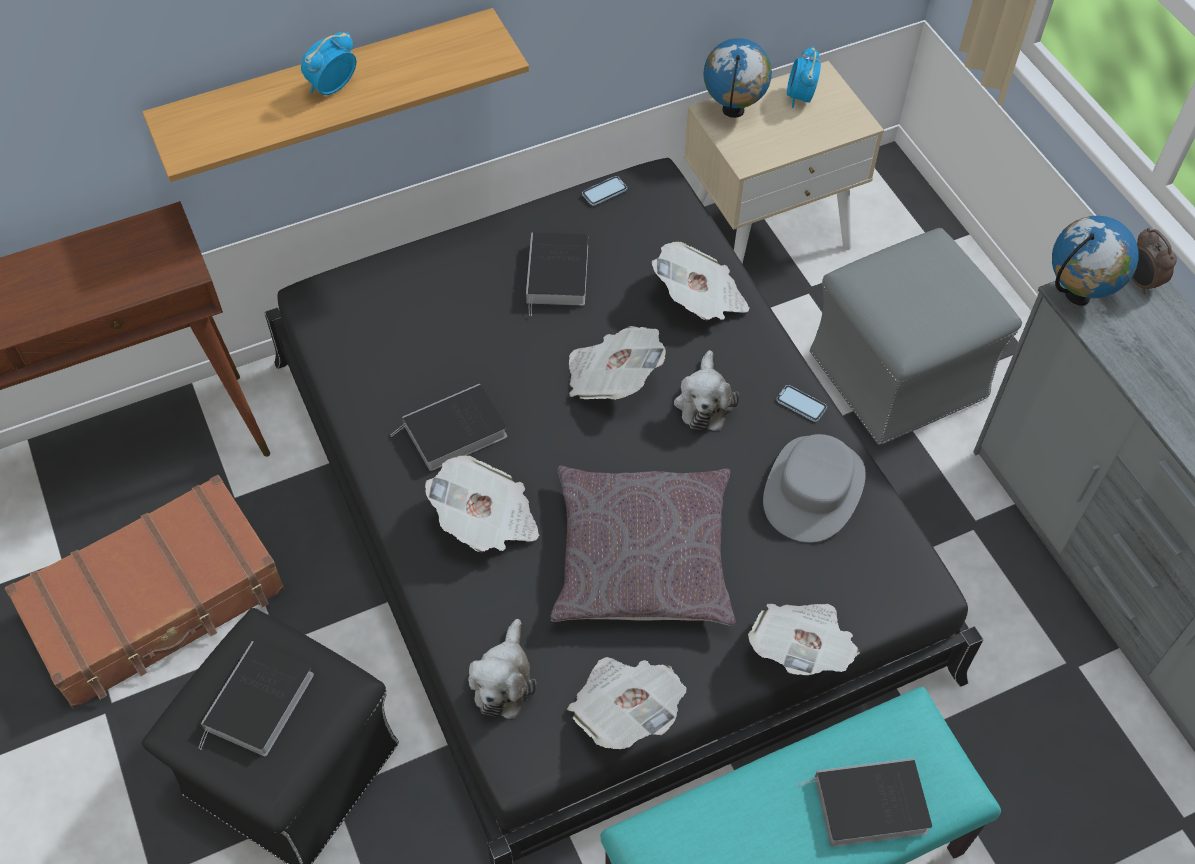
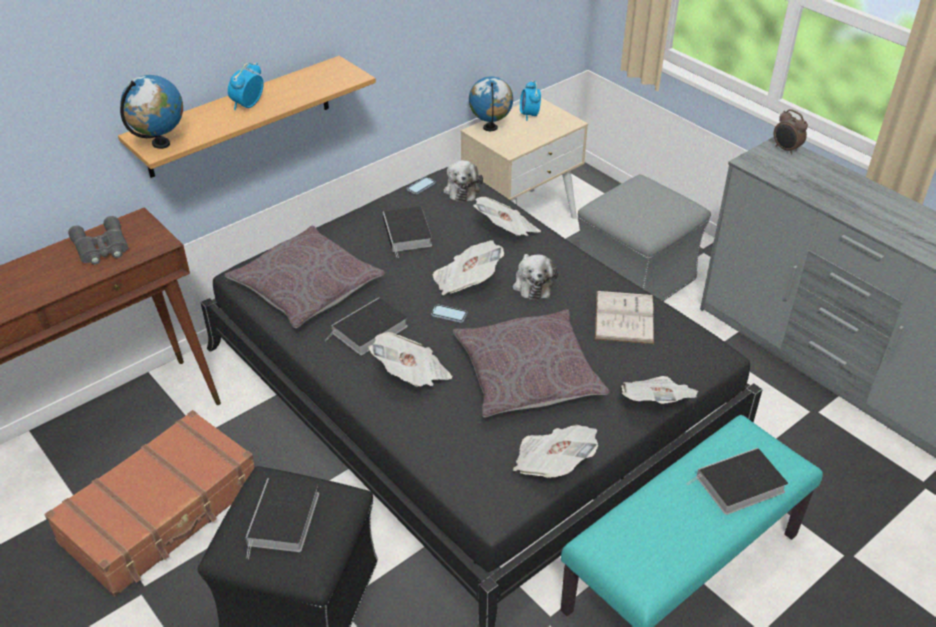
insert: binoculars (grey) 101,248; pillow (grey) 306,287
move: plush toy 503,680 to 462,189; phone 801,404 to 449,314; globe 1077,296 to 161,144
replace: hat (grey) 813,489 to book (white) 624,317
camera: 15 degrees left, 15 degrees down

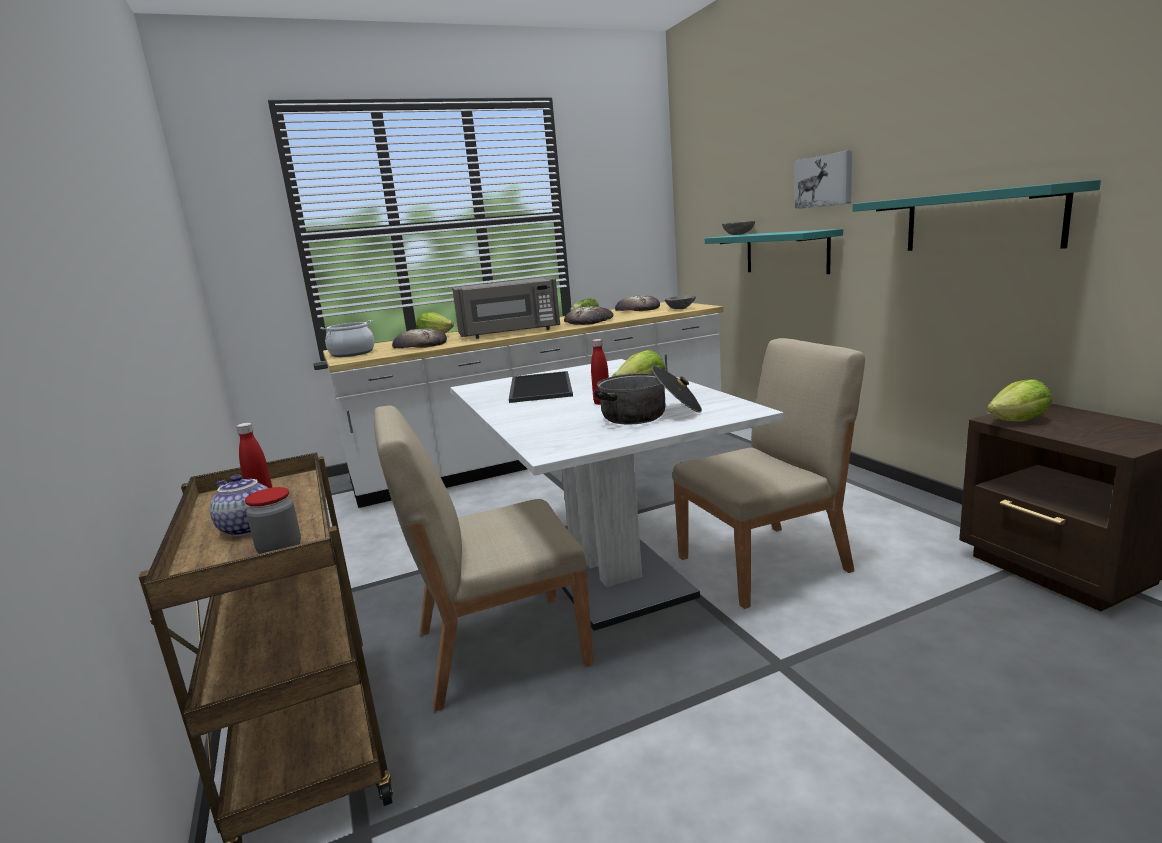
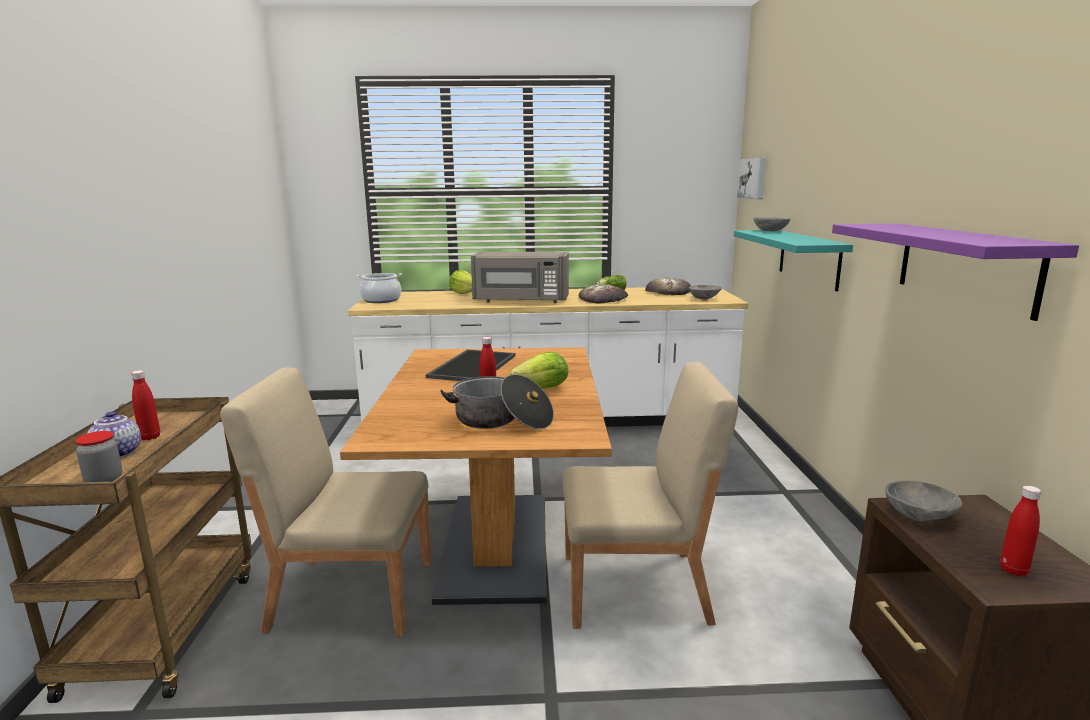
delete: bread 420,344
insert: bottle (red) 1013,570
move: picture 824,181 to 753,178
replace: lettuce 1019,421 to bowl (grey) 920,516
recolor: dining table (white) 604,566 to dining table (brown) 496,545; shelf (turquoise) 981,220 to shelf (purple) 965,266
camera: 20 degrees right, 0 degrees up

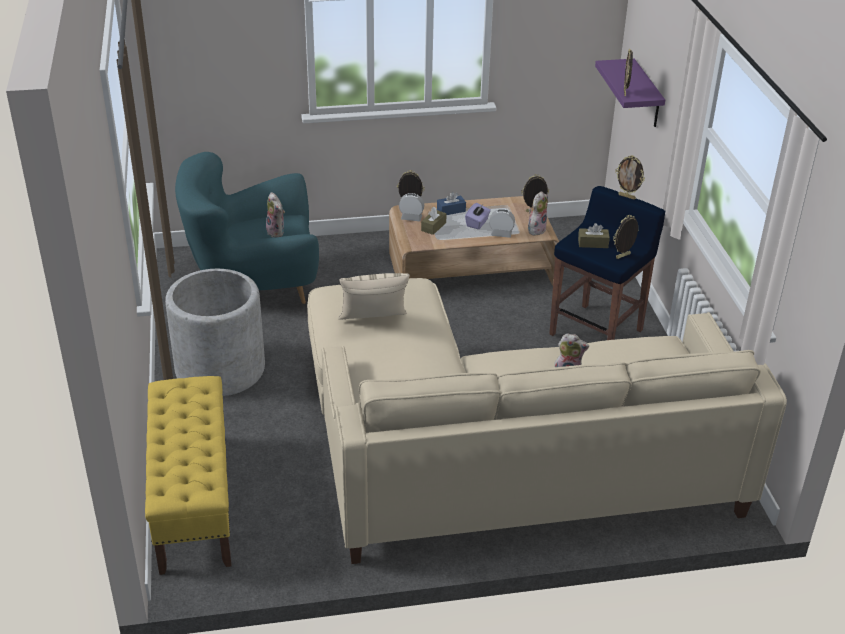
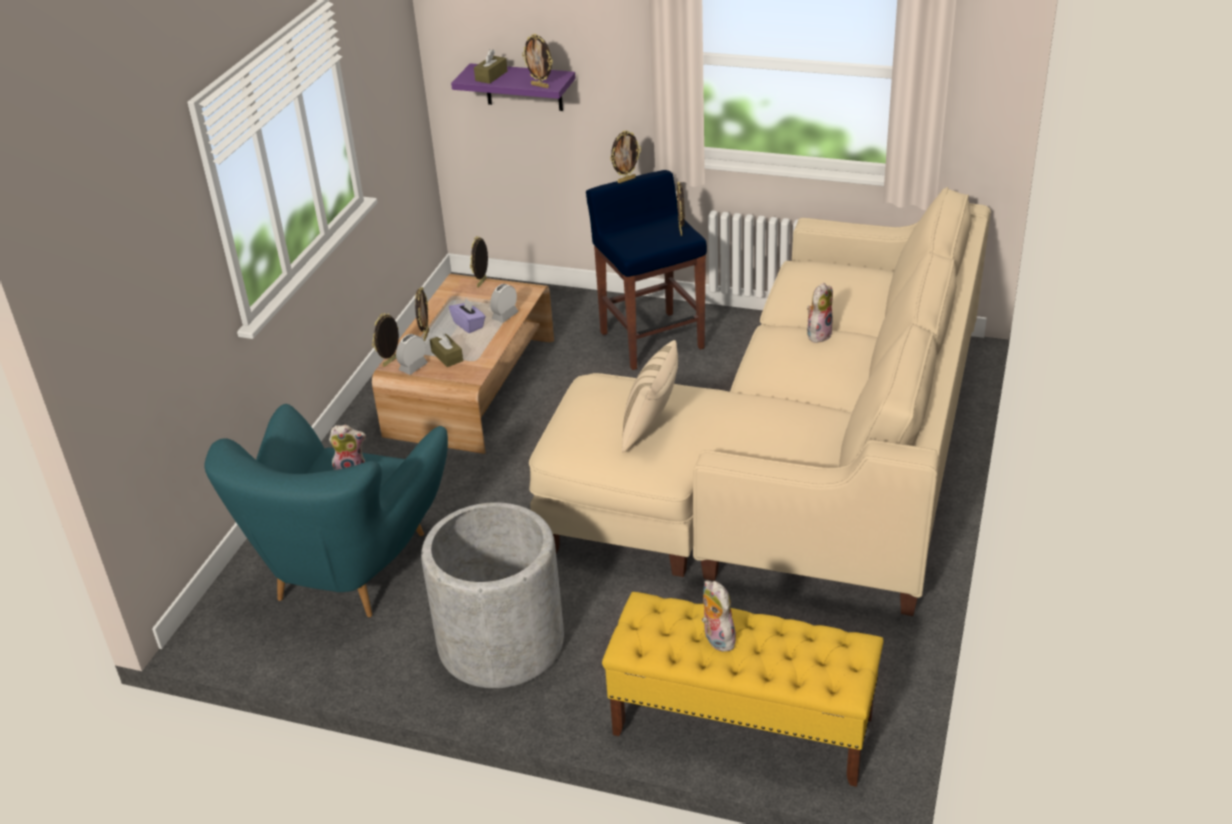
move: plush toy 536,229 to 716,639; tissue box (brown) 593,243 to 491,76
replace: tissue box (blue) 451,210 to picture frame 425,335
camera: 60 degrees left, 0 degrees up

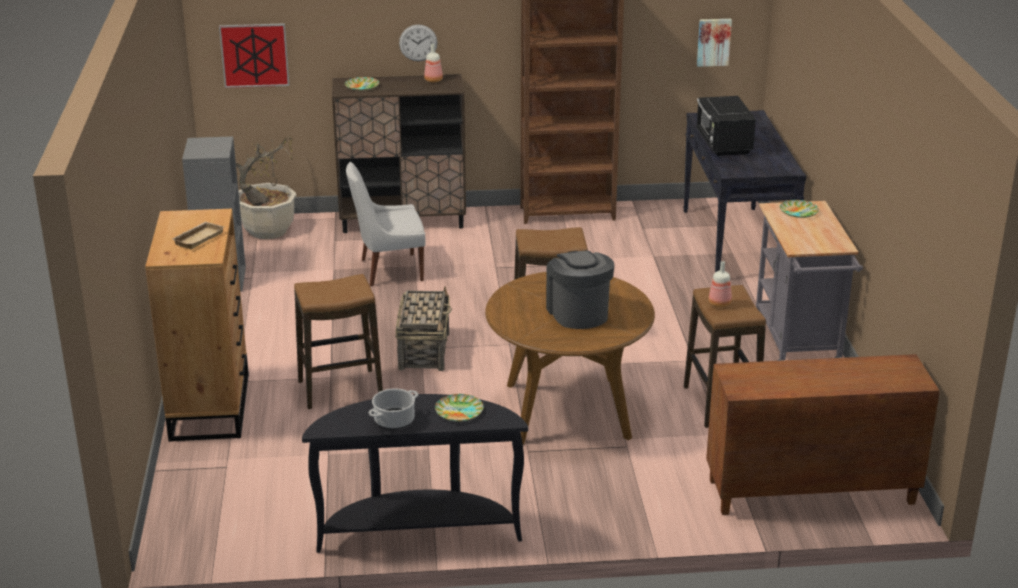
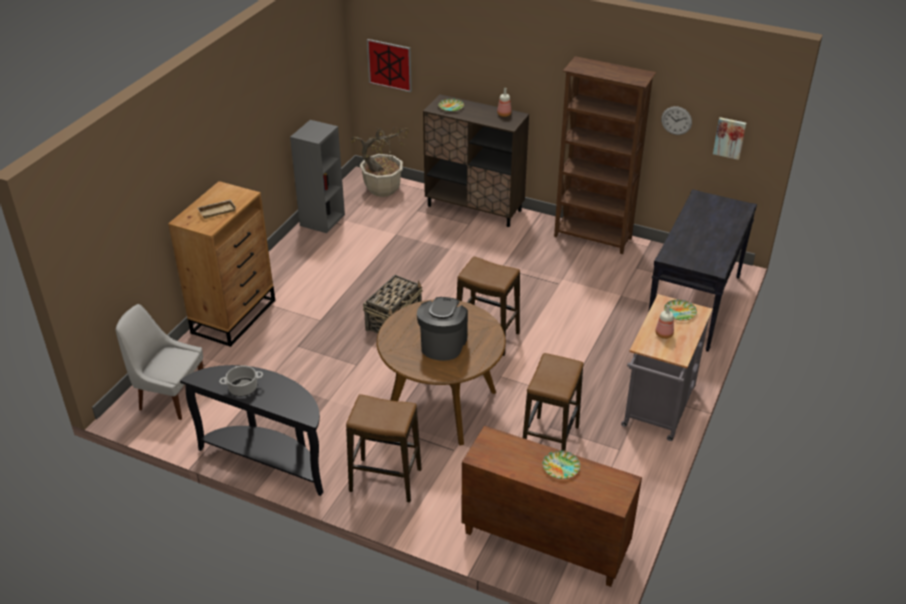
delete: microwave (black) 723,144
move: stool 340,389 to 385,480; chair (white) 388,270 to 170,396; wall clock 418,42 to 676,120; plate 459,411 to 561,466; bottle 720,303 to 664,334
camera: 30 degrees right, 10 degrees up

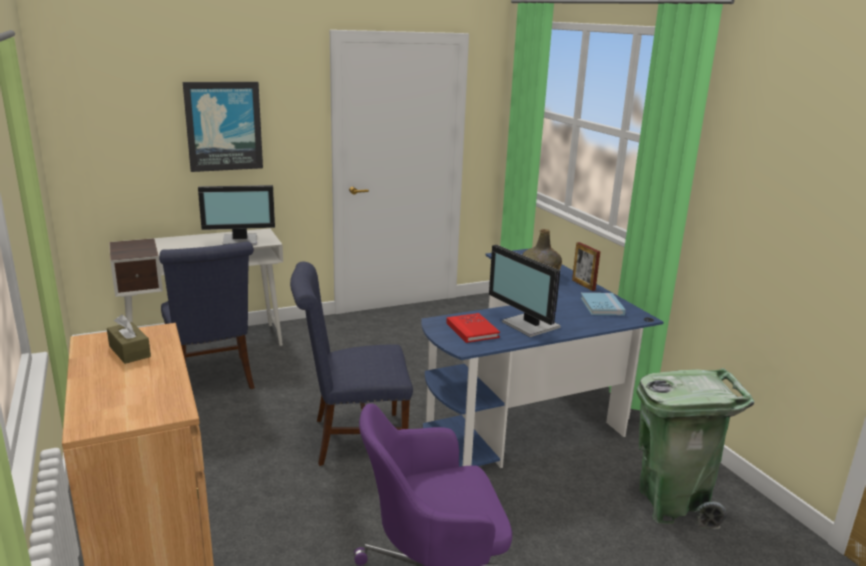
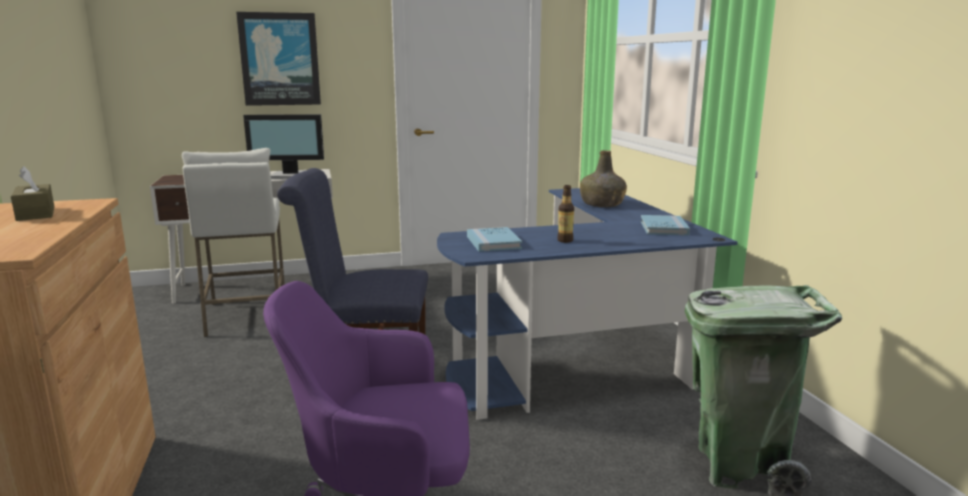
delete: picture frame 583,285
replace: chair (blue) 213,381 to stool (white) 246,316; monitor 529,325 to bottle 565,240
recolor: book (red) 472,330 to book (blue) 493,242
camera: 10 degrees right, 5 degrees down

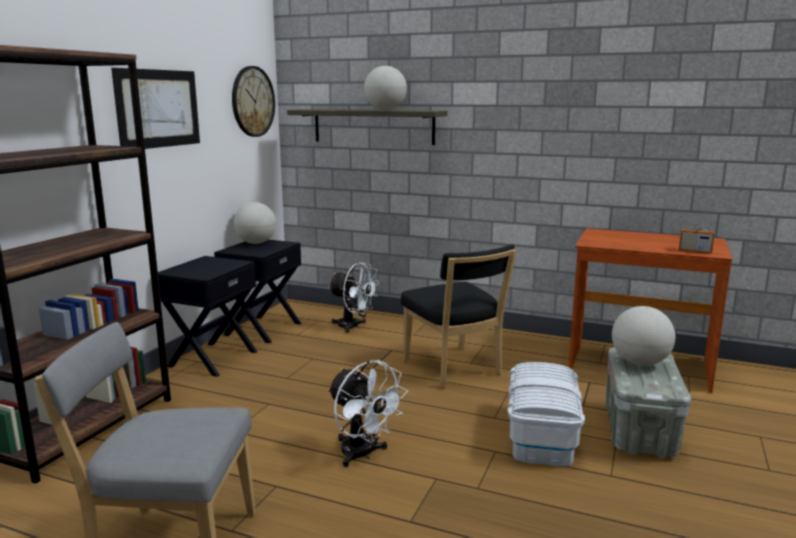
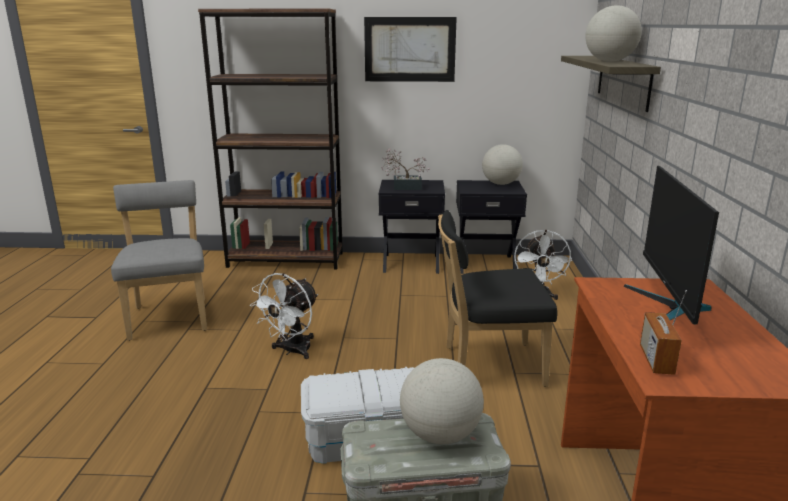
delete: wall clock 252,101
insert: potted plant 403,187; monitor 667,308
rotate: chair (black) 454,369 = 488,365 45 degrees clockwise
camera: 70 degrees right, 5 degrees up

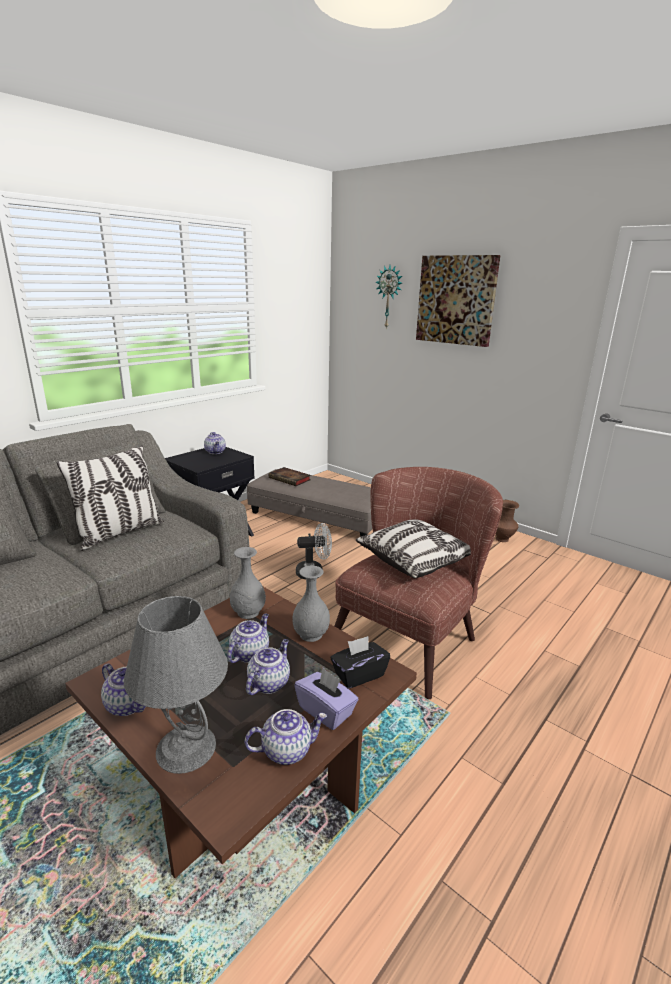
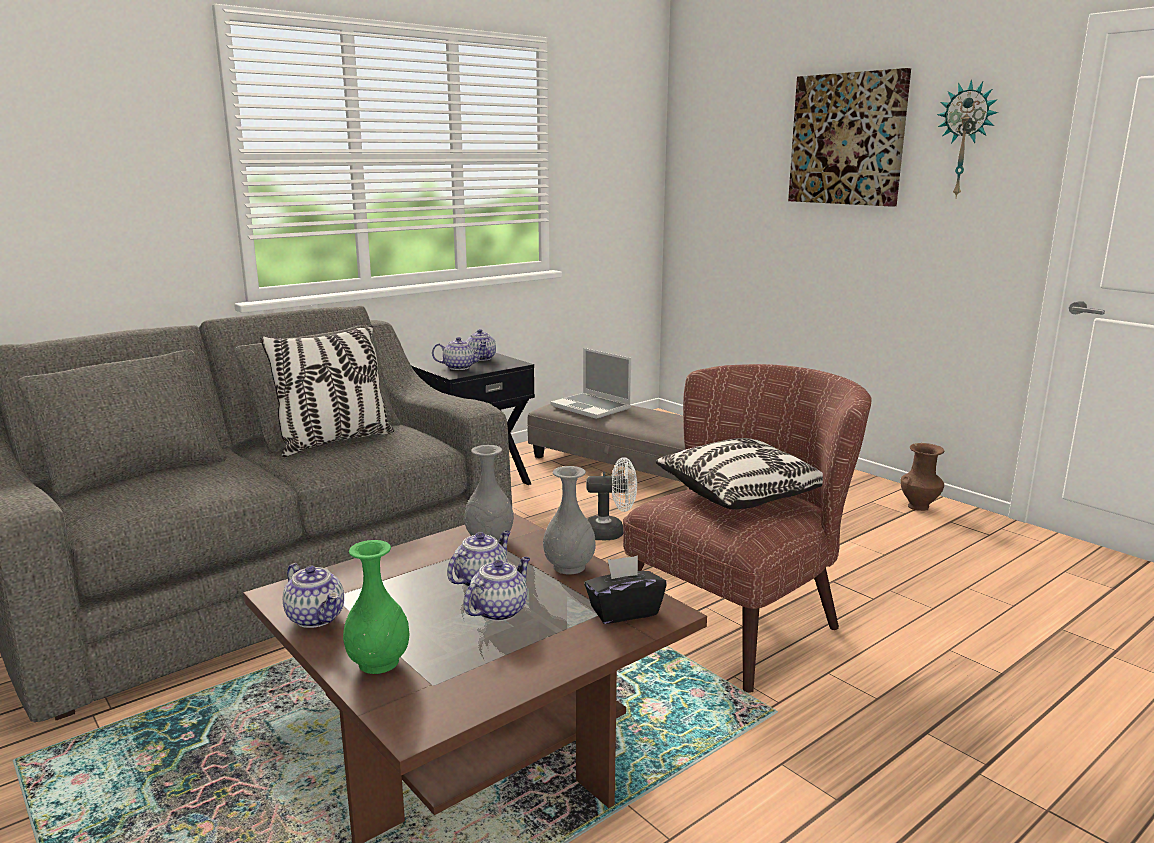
delete: tissue box (purple) 326,711
move: teapot 287,750 to 459,367; wall clock 389,297 to 965,140
replace: table lamp (grey) 187,747 to vase (green) 379,663; book 290,479 to laptop 592,407
camera: 10 degrees right, 5 degrees down

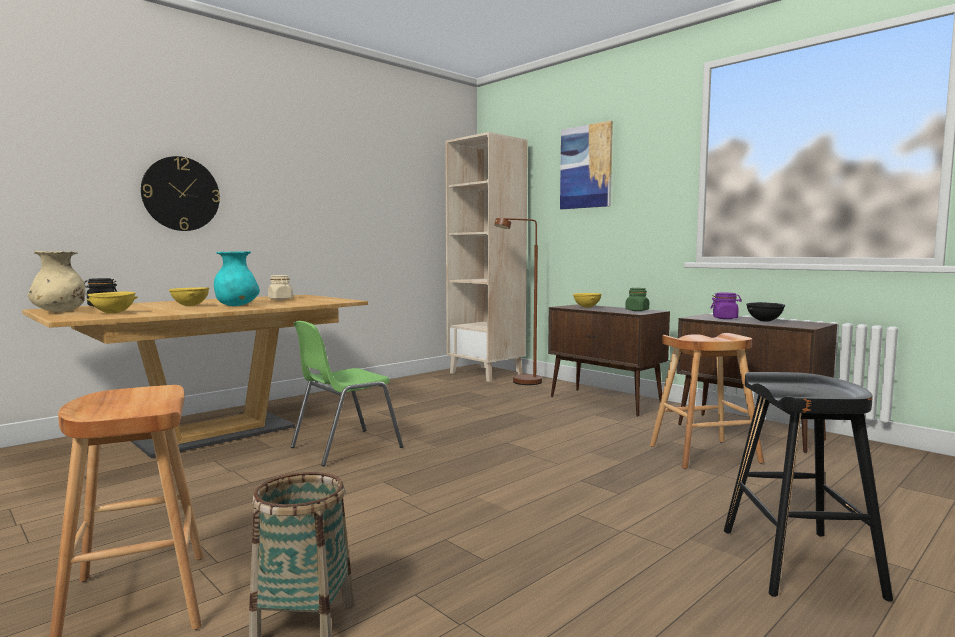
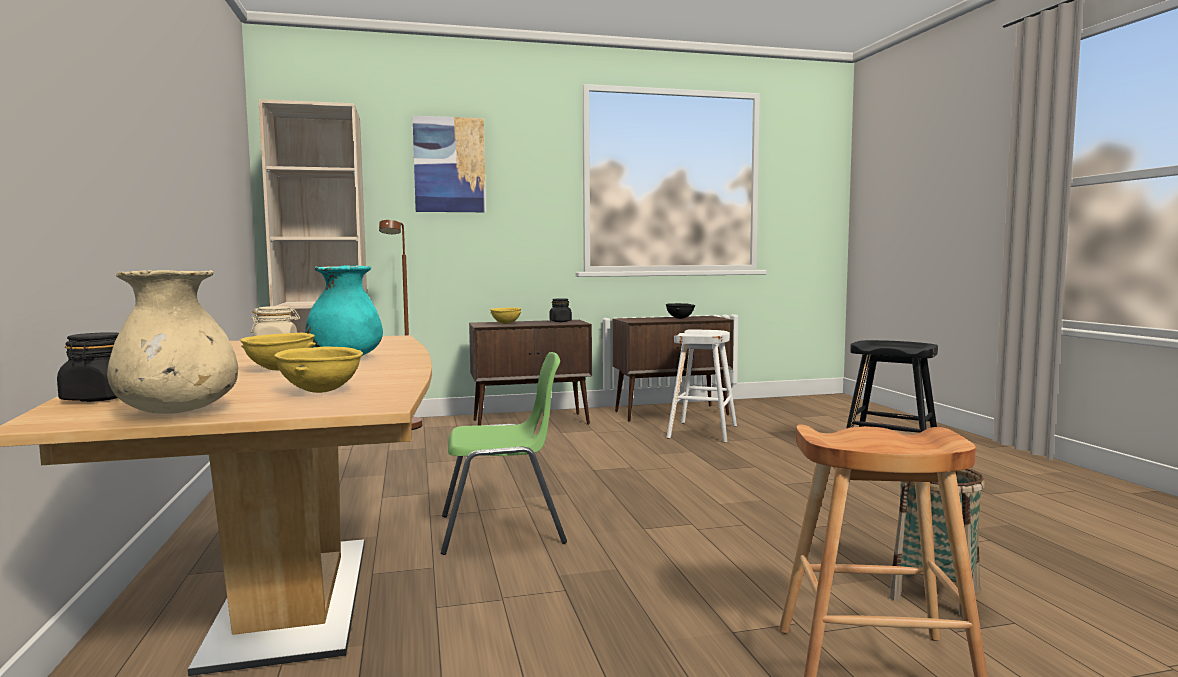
delete: wall clock 181,194; jar (purple) 725,318
recolor: jar (green) 637,310 to jar (black) 560,321; stool (brown) 704,454 to stool (white) 702,432
rotate: chair (green) 344,447 = 504,530 90 degrees counterclockwise
camera: 60 degrees left, 0 degrees up

